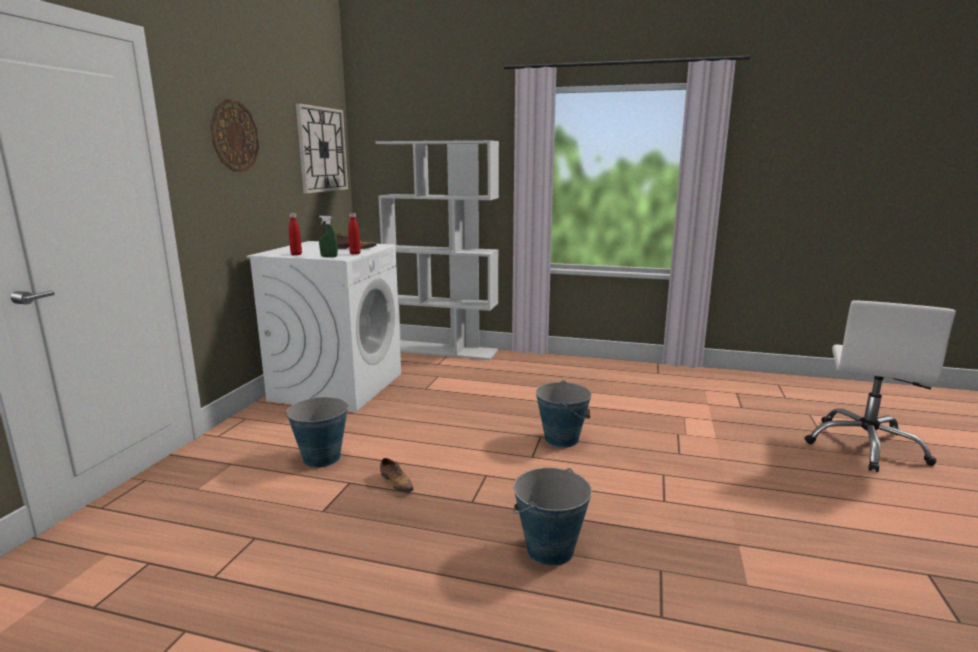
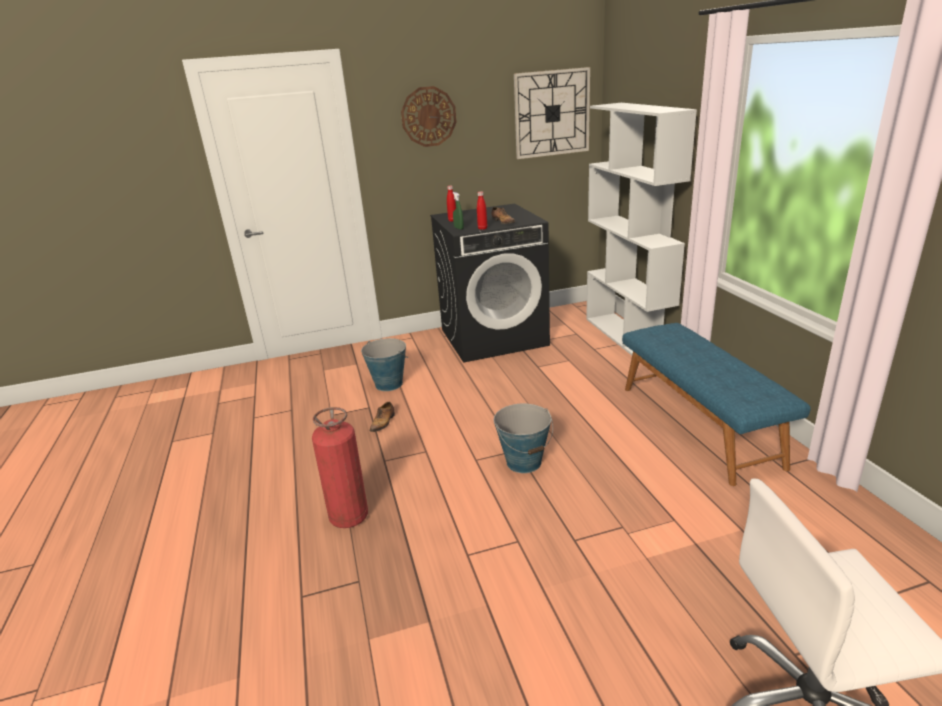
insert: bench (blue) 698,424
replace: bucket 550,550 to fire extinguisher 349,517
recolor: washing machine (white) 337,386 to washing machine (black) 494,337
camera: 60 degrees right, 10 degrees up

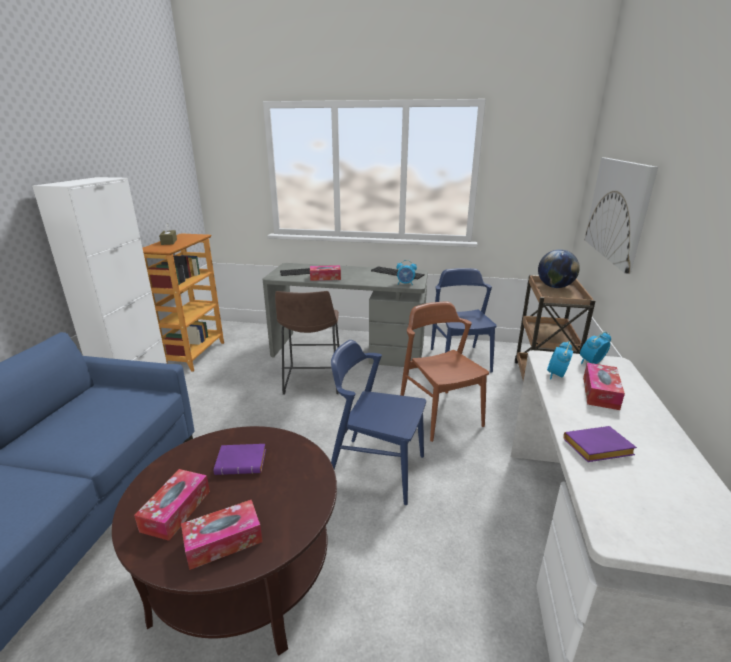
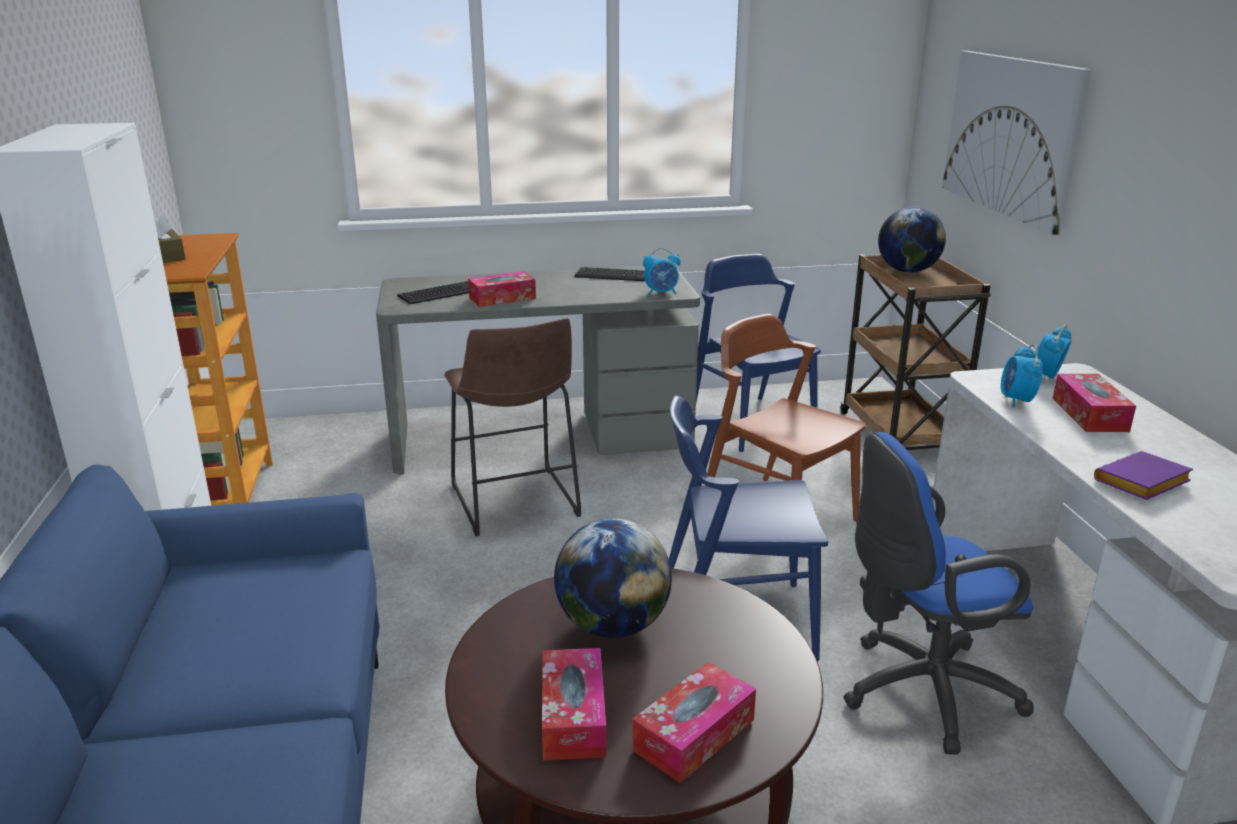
insert: office chair (blue) 920,692
replace: book (purple) 243,462 to globe 613,626
camera: 20 degrees left, 0 degrees up

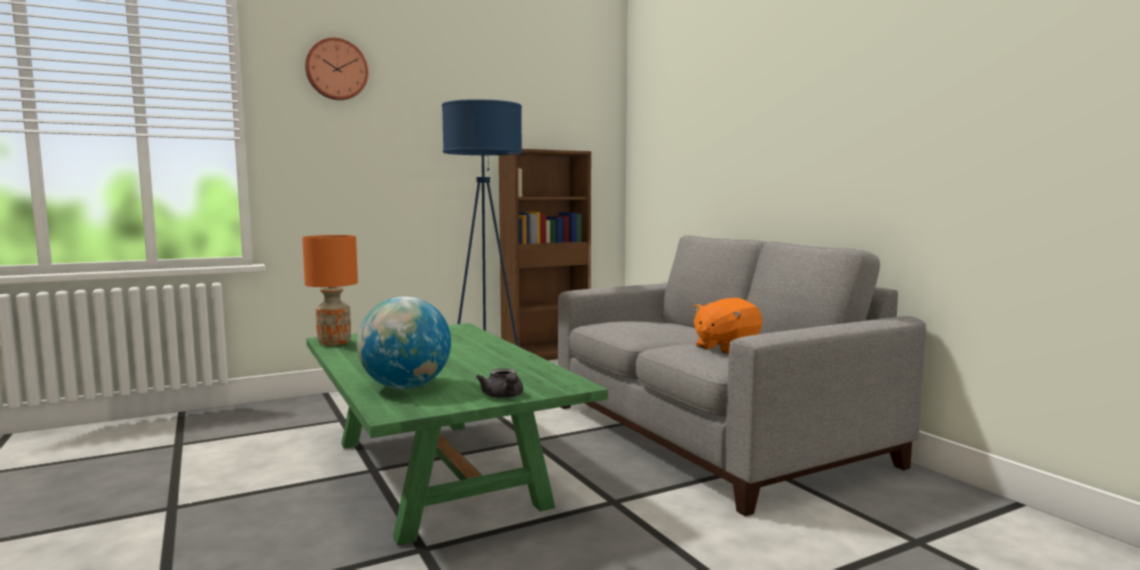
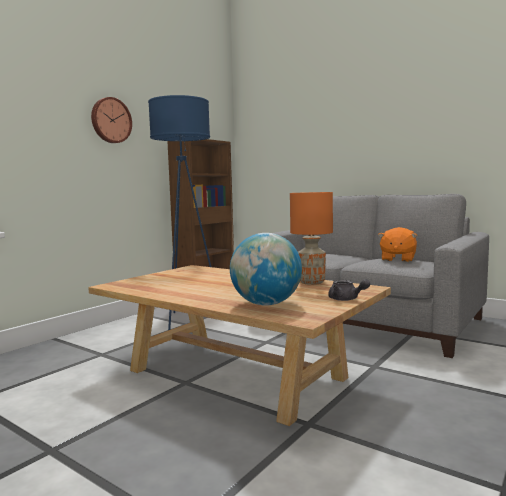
move: table lamp (orange) 333,343 to 311,282; wall clock 336,69 to 110,120
recolor: coffee table (green) 437,472 to coffee table (beige) 236,374
camera: 25 degrees left, 0 degrees up

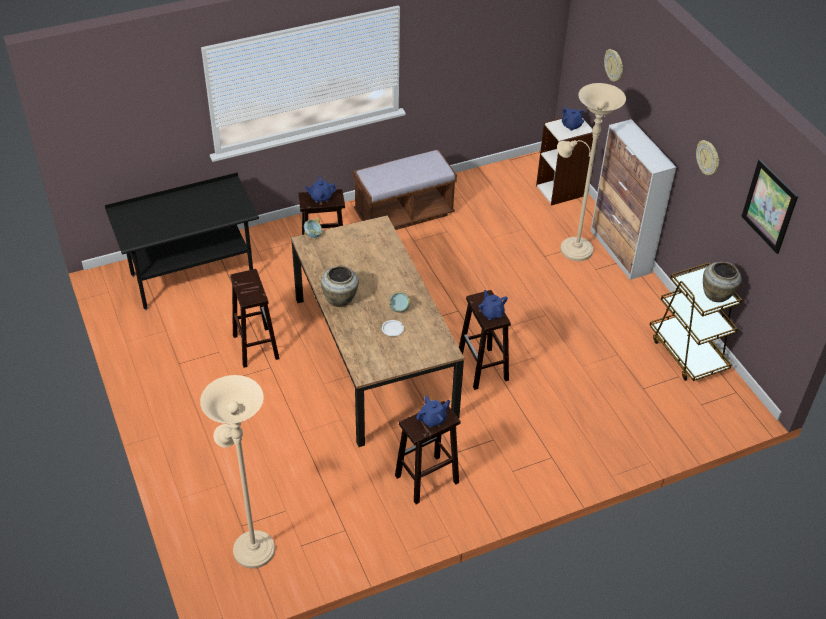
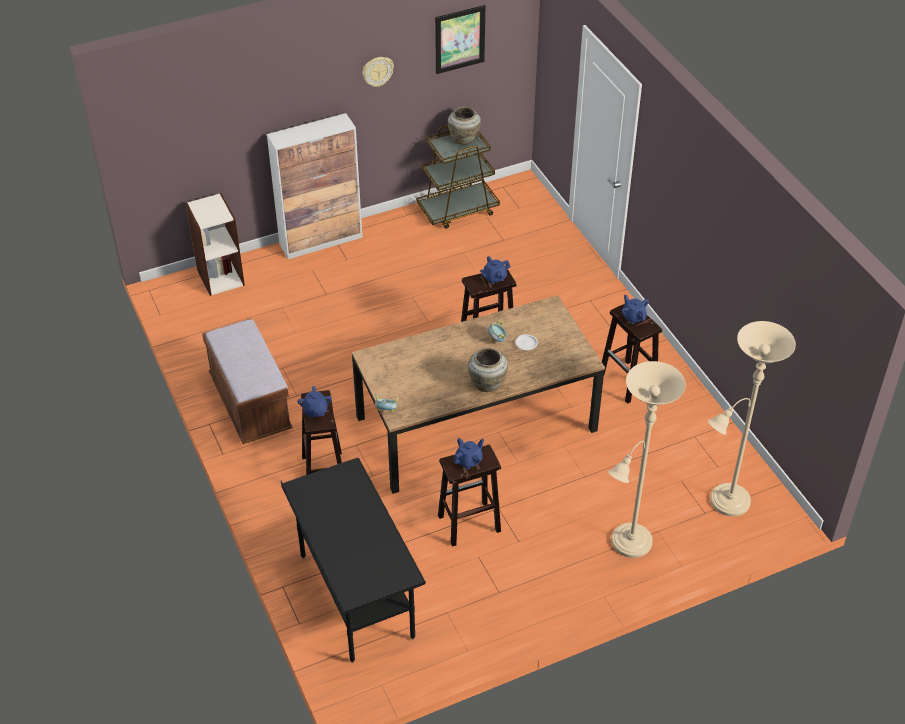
delete: wall clock 614,65
move: floor lamp (beige) 572,248 to 628,545; teapot (blue) 571,126 to 469,461
camera: 90 degrees left, 0 degrees up

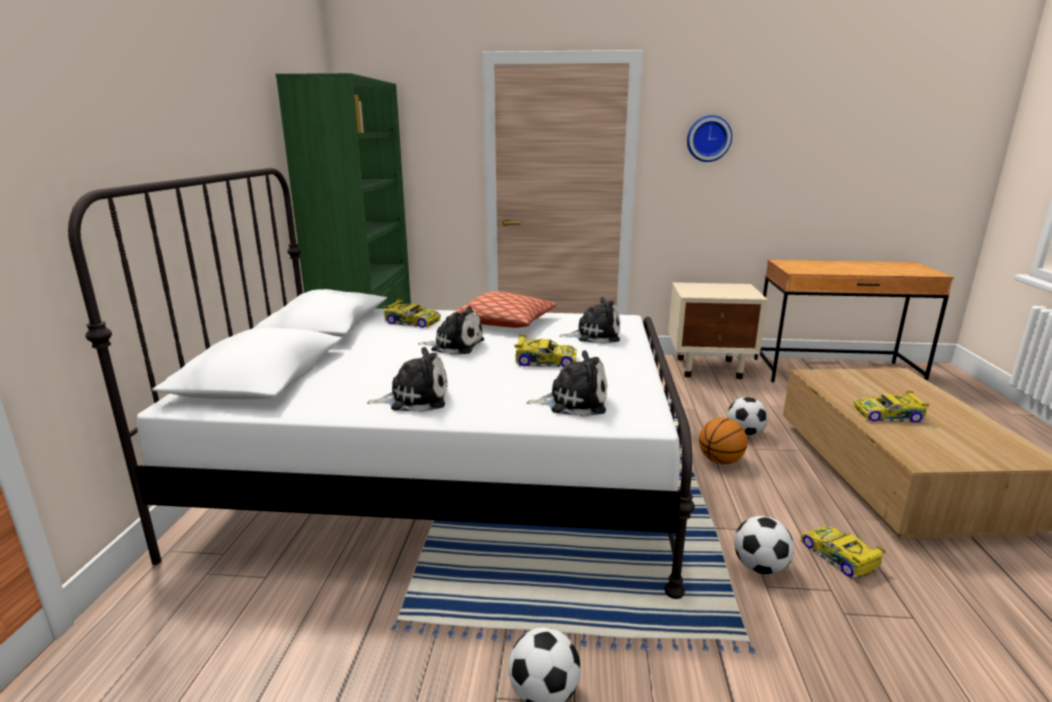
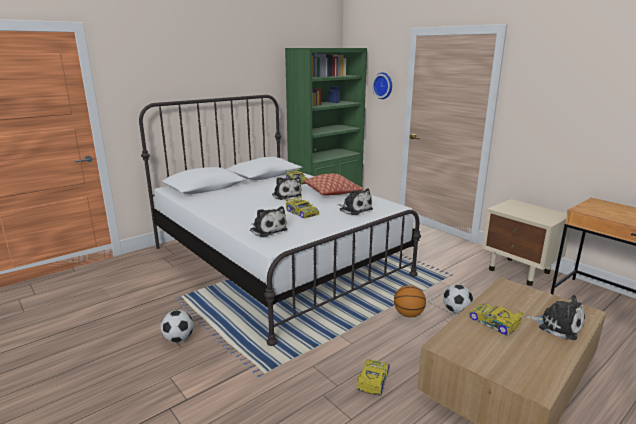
delete: football 760,567
move: plush toy 415,398 to 557,325; wall clock 708,138 to 383,85
camera: 45 degrees right, 0 degrees up

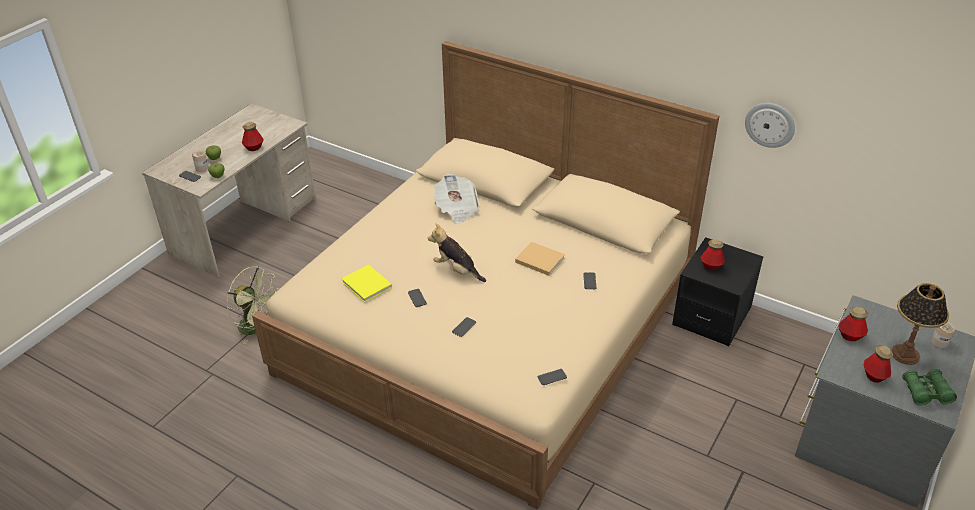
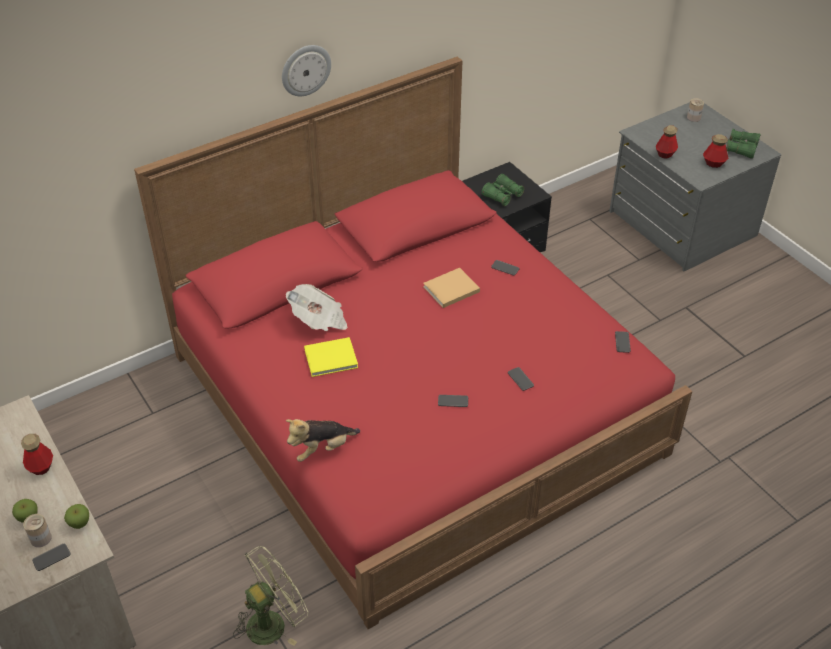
delete: table lamp 905,355
move: book (yellow) 367,285 to 332,358; plush toy 457,270 to 322,449; wall clock 770,124 to 305,70
replace: bottle 711,266 to binoculars (green) 502,195
recolor: bed (beige) 488,327 to bed (red) 414,402
camera: 65 degrees left, 5 degrees up

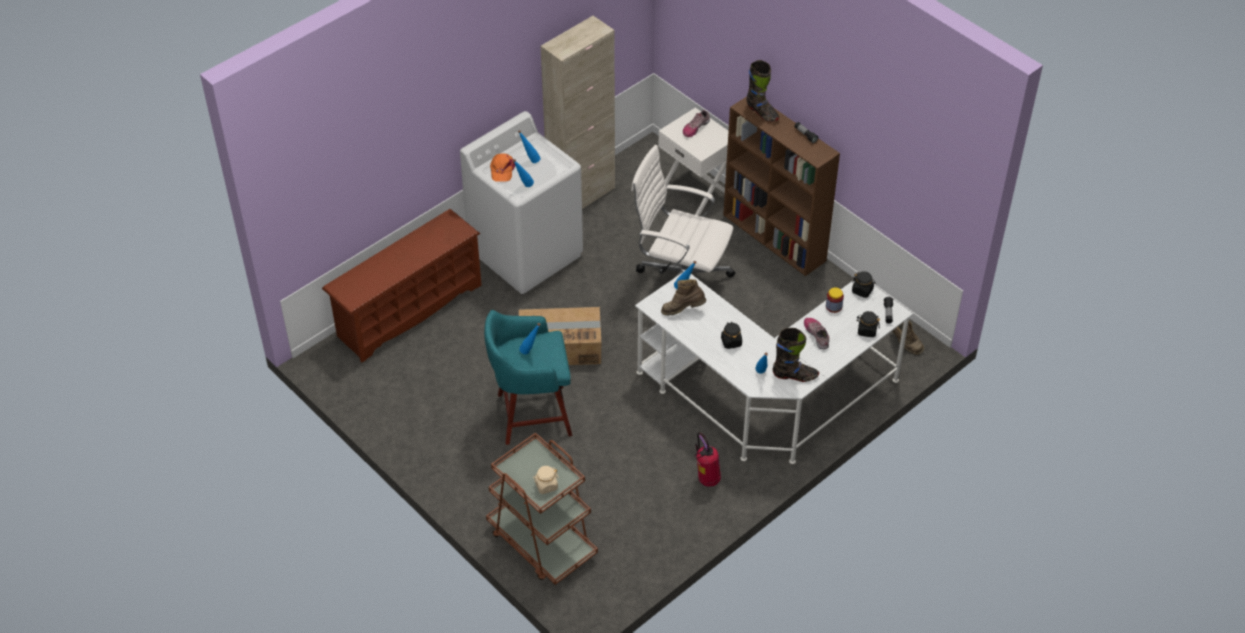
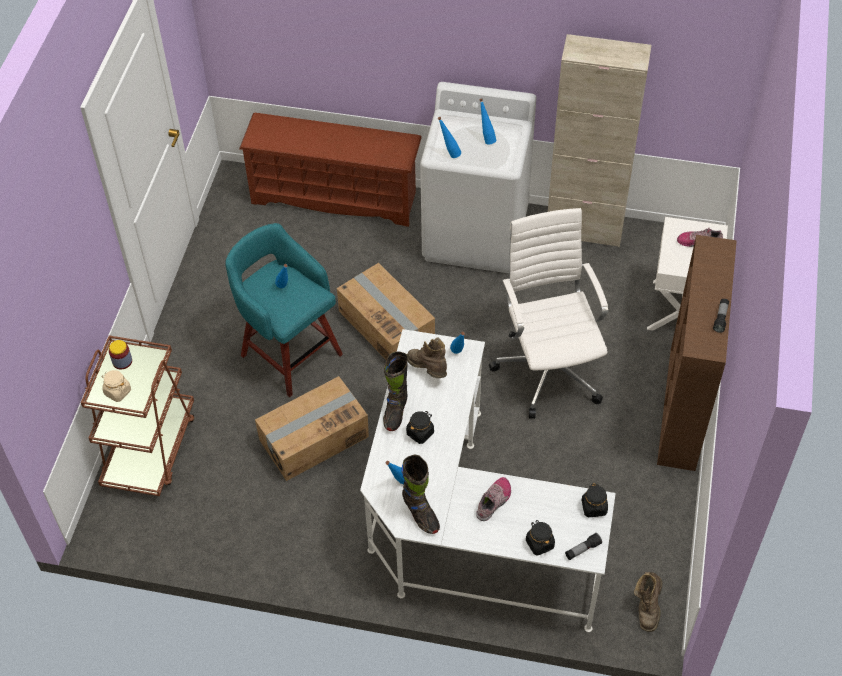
delete: cap (orange) 502,170; fire extinguisher 706,480
insert: cardboard box 313,438
move: boot (black) 762,112 to 395,411; jar 833,306 to 122,361
camera: 55 degrees right, 5 degrees up

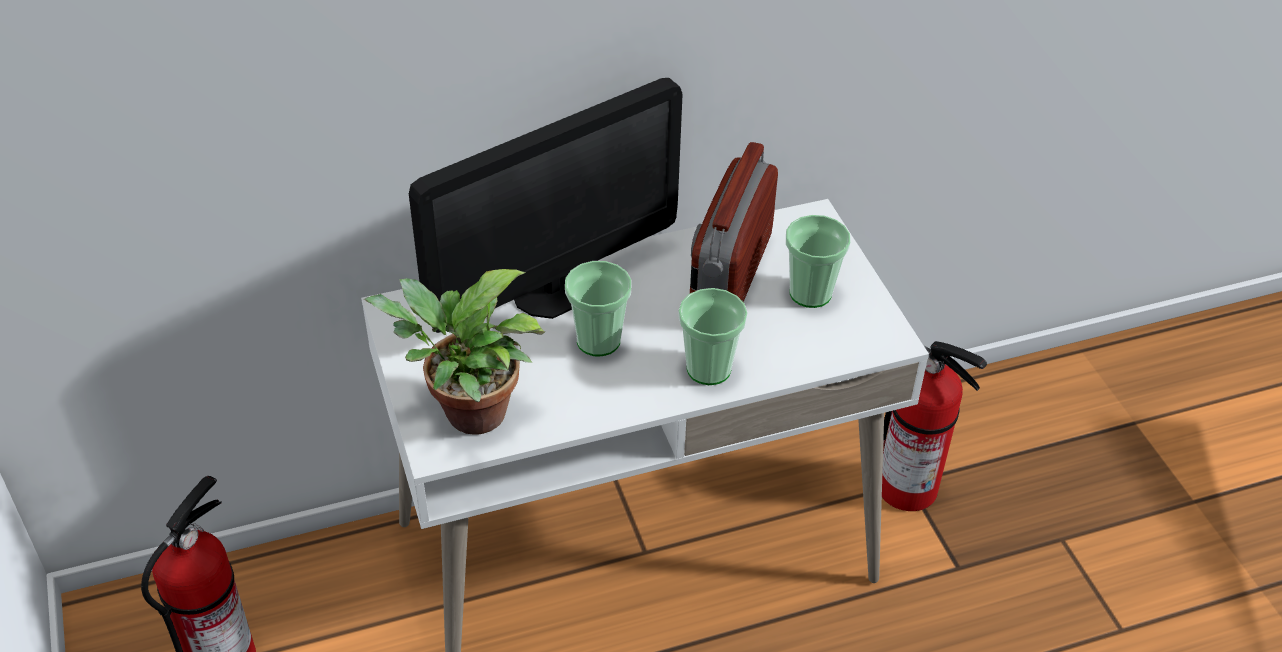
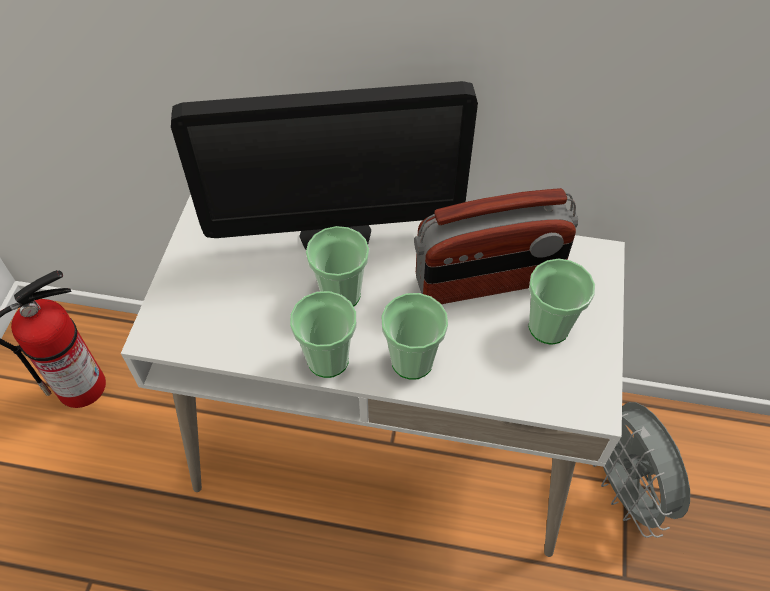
delete: potted plant 467,415
insert: cup 328,359
replace: fire extinguisher 909,488 to fan (grey) 624,489
rotate: radio 729,276 = 488,281 150 degrees counterclockwise
camera: 30 degrees right, 10 degrees up

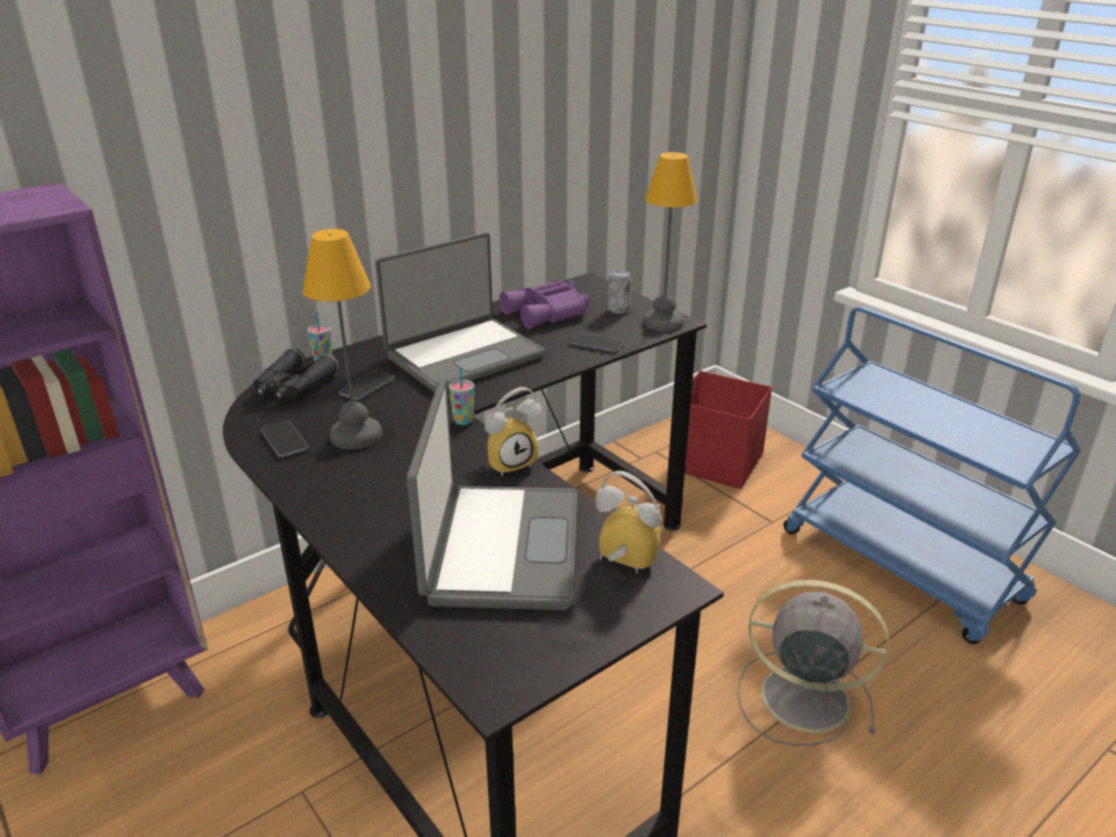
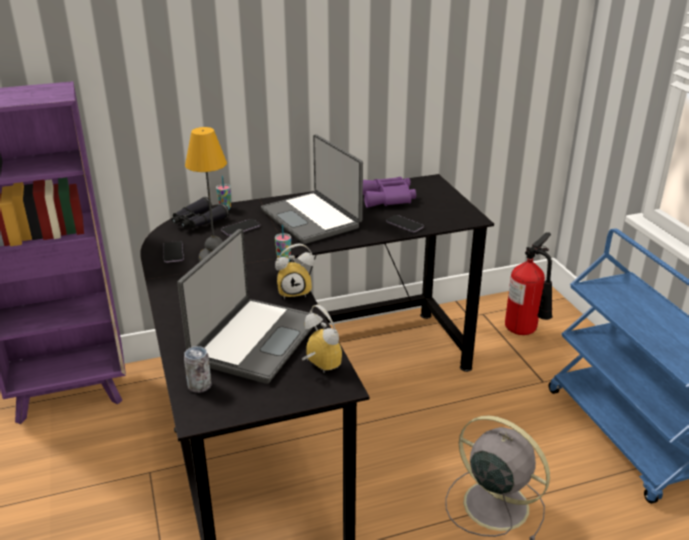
delete: table lamp 662,323
move: can 618,310 to 199,386
replace: storage box (red) 717,463 to fire extinguisher 525,331
rotate: laptop 463,355 = 312,218 75 degrees clockwise
camera: 20 degrees right, 0 degrees up

